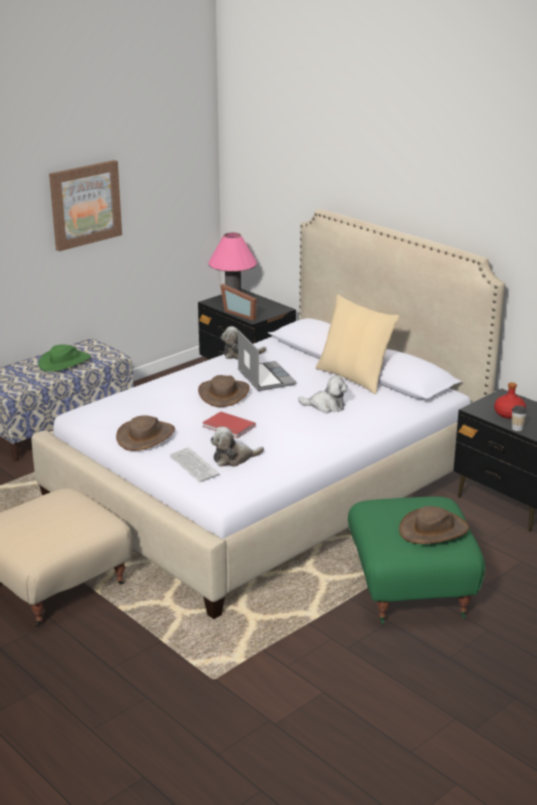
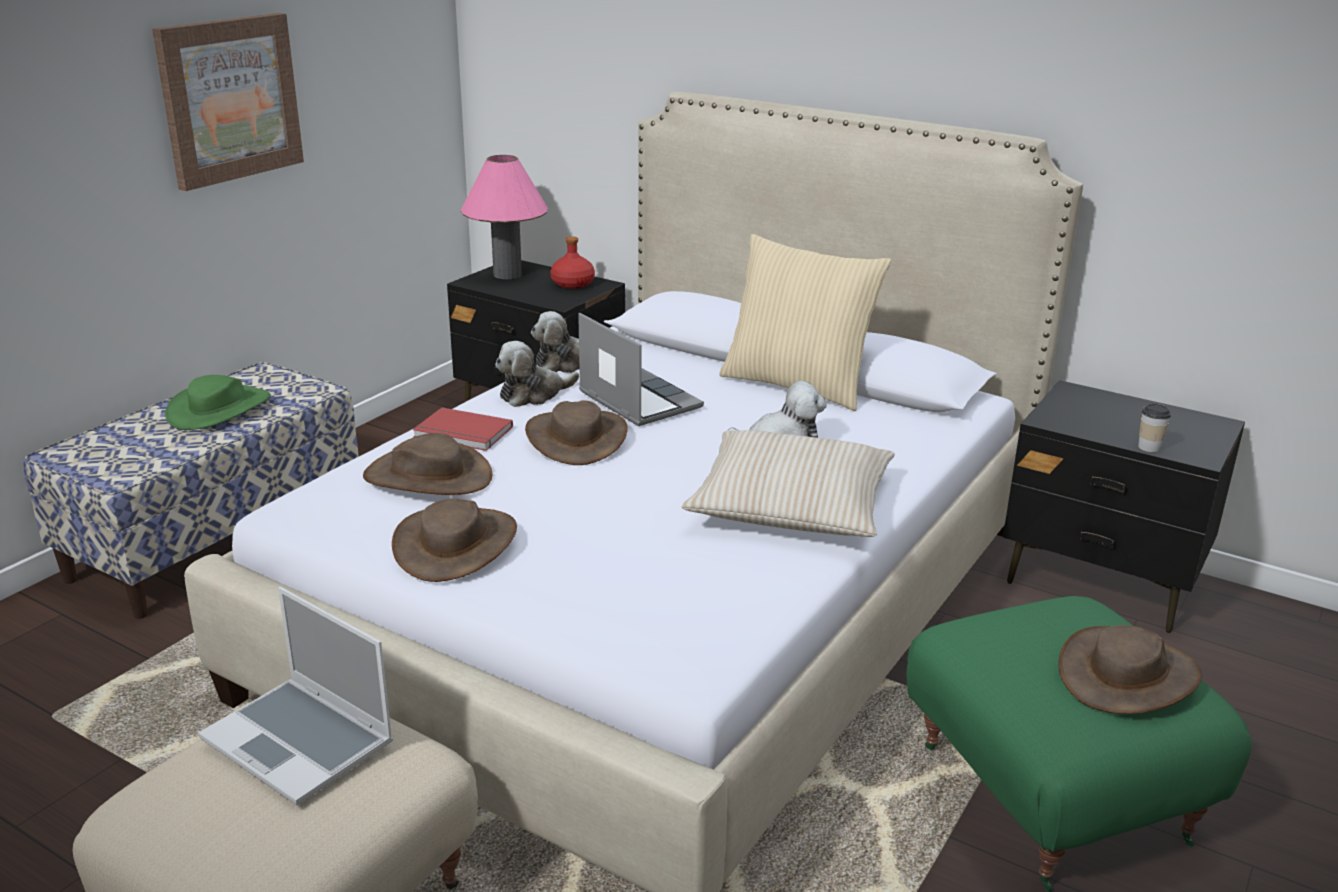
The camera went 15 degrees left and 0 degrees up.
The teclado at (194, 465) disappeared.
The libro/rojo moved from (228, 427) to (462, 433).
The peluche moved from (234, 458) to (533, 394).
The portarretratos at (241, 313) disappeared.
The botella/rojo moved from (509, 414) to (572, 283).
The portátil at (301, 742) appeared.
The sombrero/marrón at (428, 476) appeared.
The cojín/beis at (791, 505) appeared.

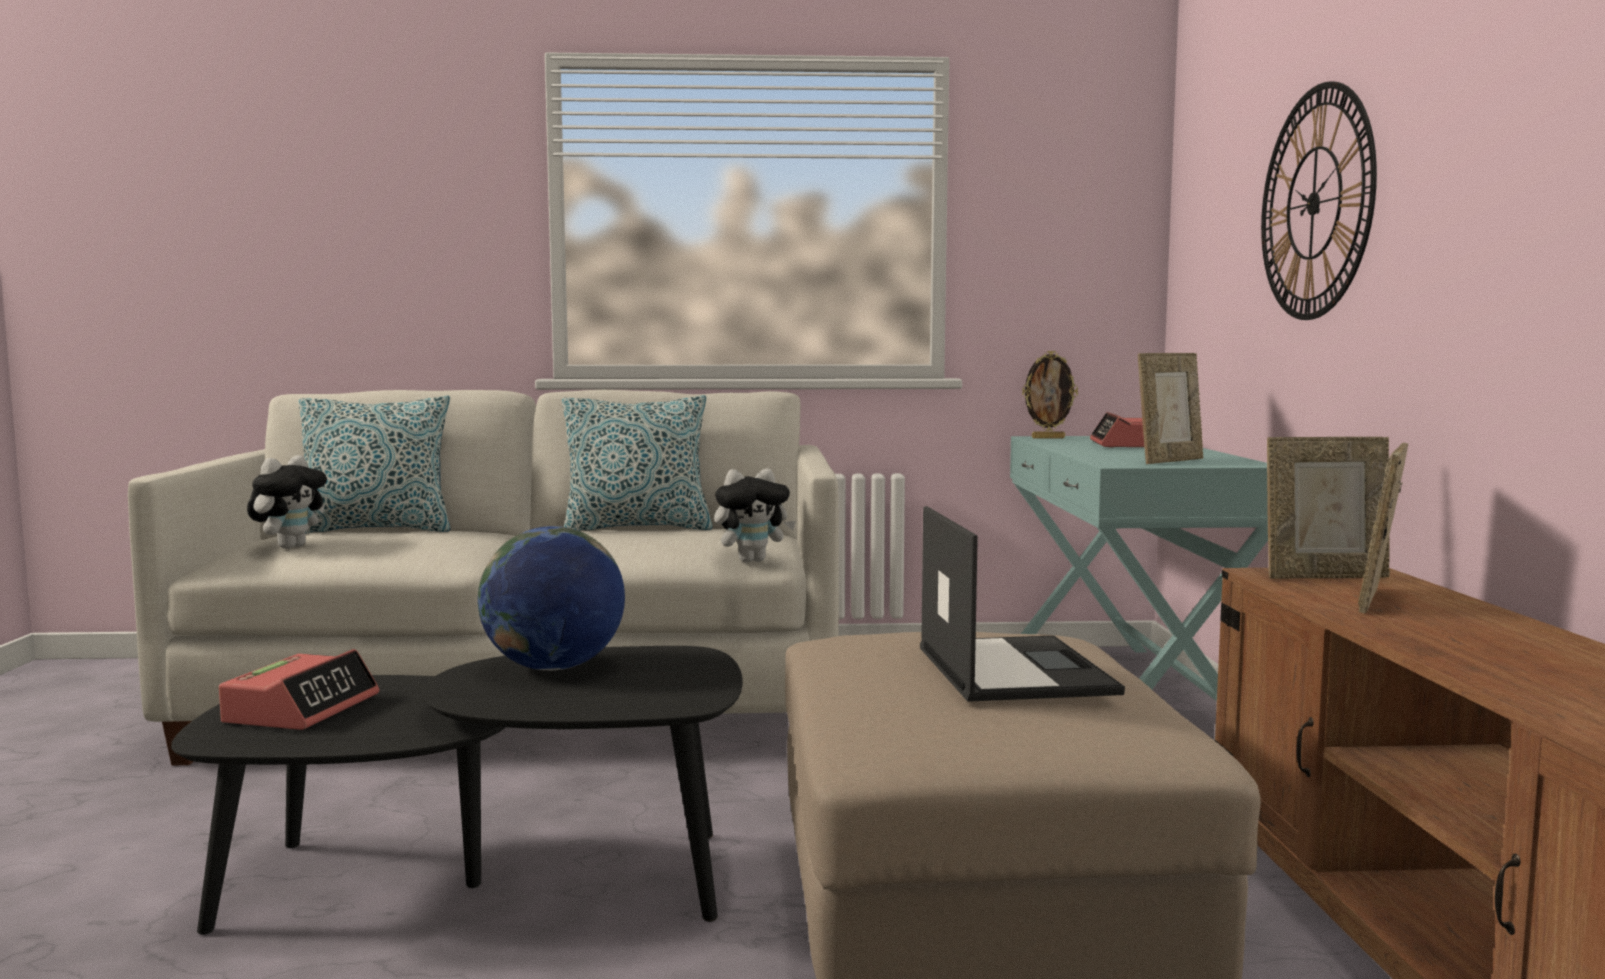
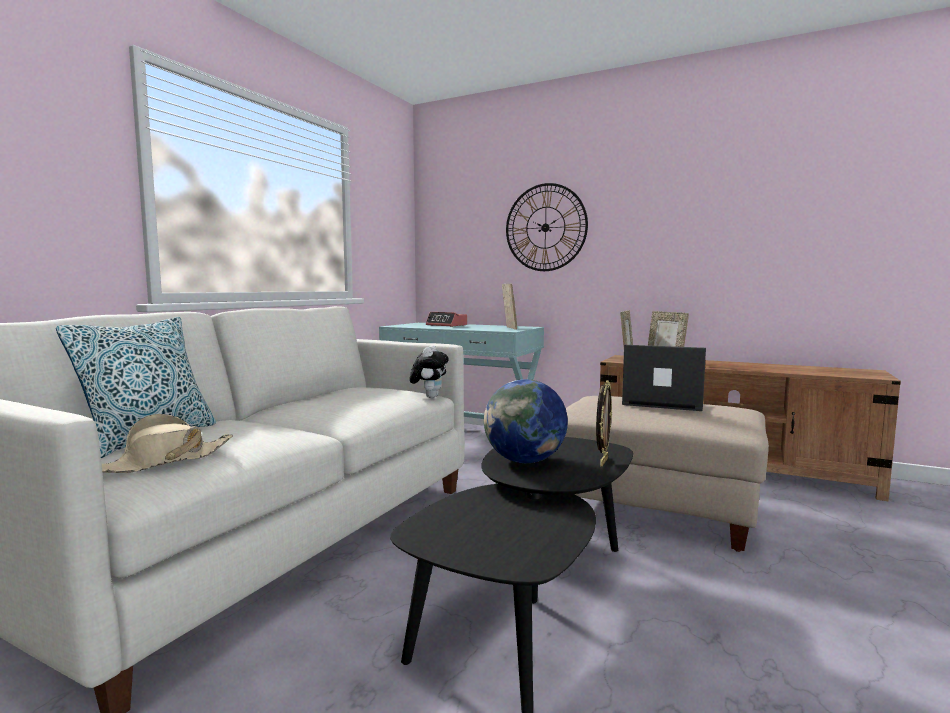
The camera went 60 degrees left and 0 degrees up.
The despertador at (302, 709) disappeared.
The peluche at (290, 547) was replaced by the sombrero/beis at (164, 461).
The cojín at (637, 528) disappeared.
The portarretratos moved from (1048, 438) to (602, 461).

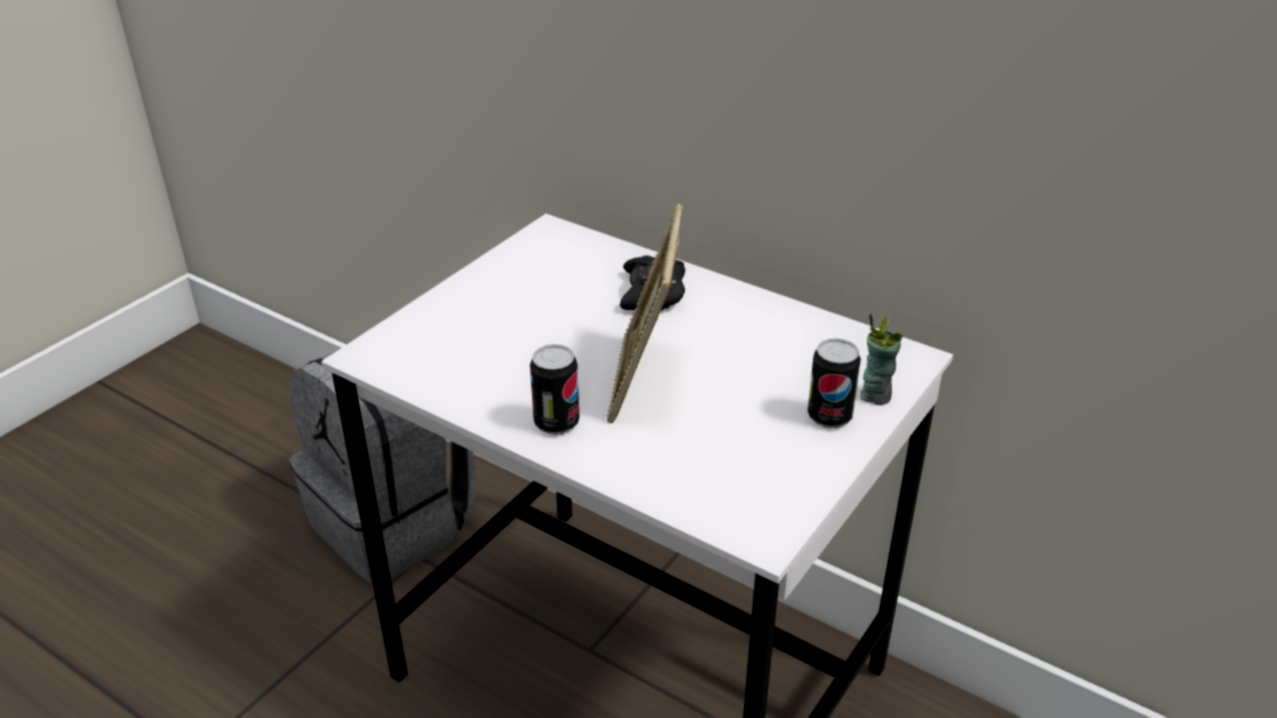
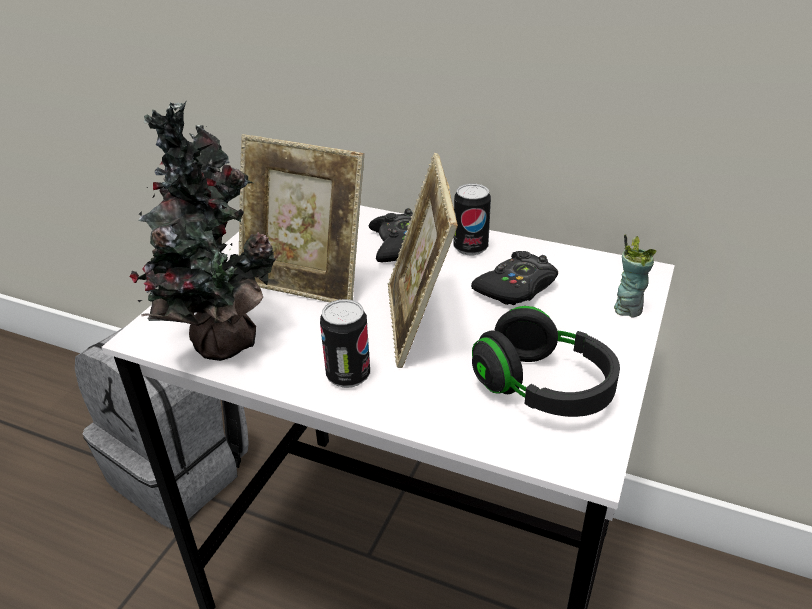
The camera went 10 degrees left and 0 degrees up.
The lata moved from (829, 416) to (470, 247).
The planta en maceta at (219, 341) appeared.
The portarretratos at (305, 282) appeared.
The mando de consola/negro at (516, 287) appeared.
The auriculares/negro at (543, 388) appeared.

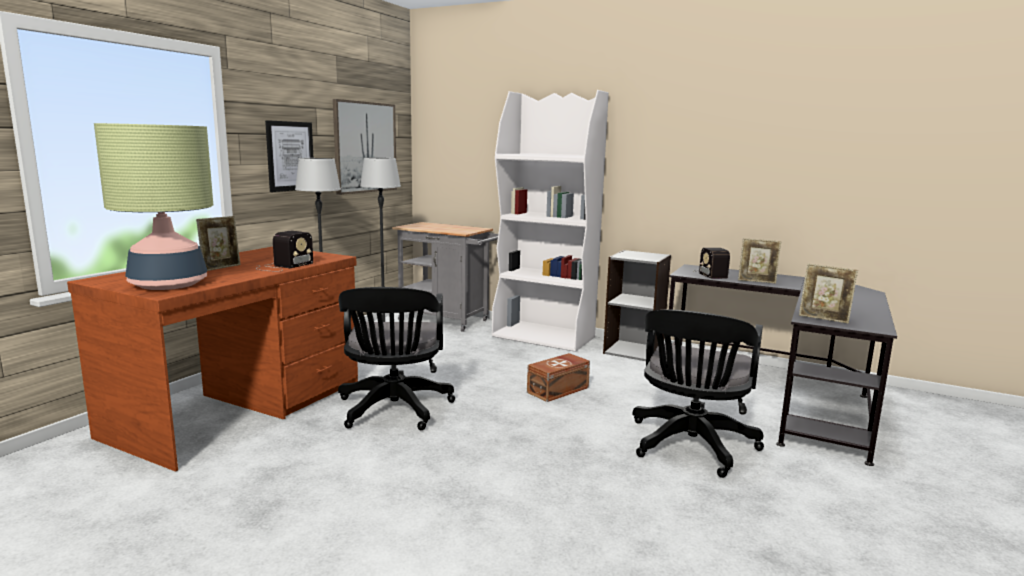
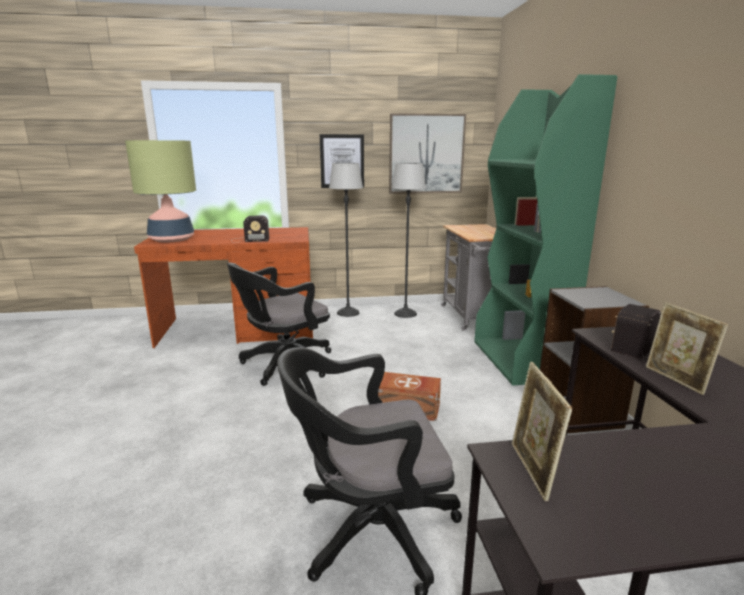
The camera went 55 degrees right and 5 degrees up.
The portarretratos at (221, 268) disappeared.
The estantería/blanco at (544, 337) became the estantería/verde at (519, 360).

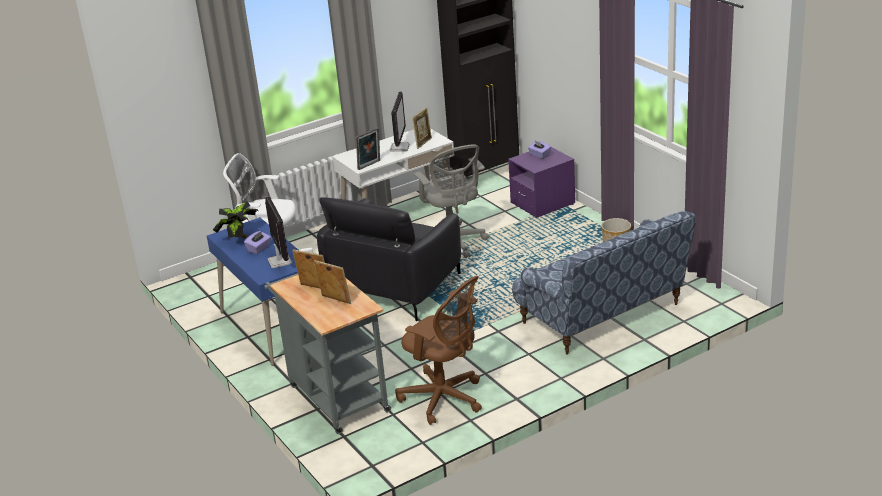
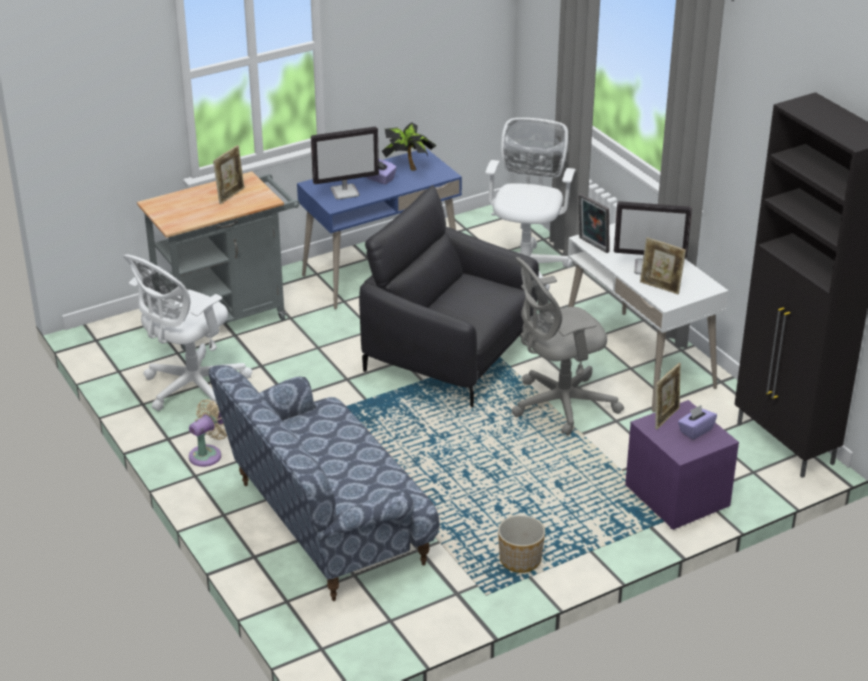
The camera went 90 degrees right and 5 degrees up.
The portarretratos moved from (335, 300) to (666, 417).
The silla de oficina/marrón at (445, 399) became the silla de oficina/blanco at (190, 388).
The ventilador/beis at (208, 454) appeared.

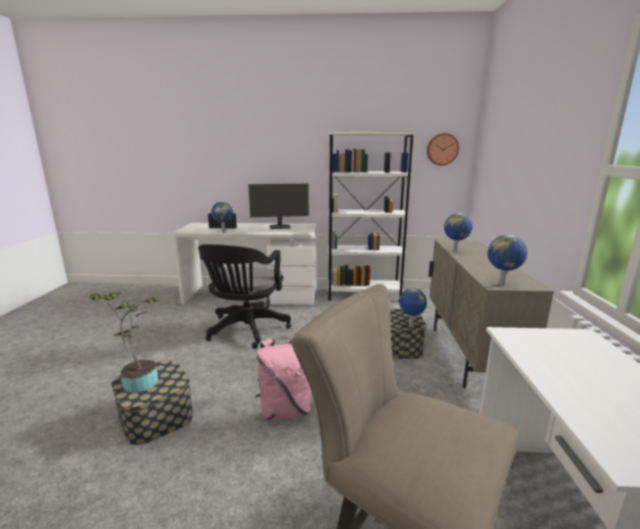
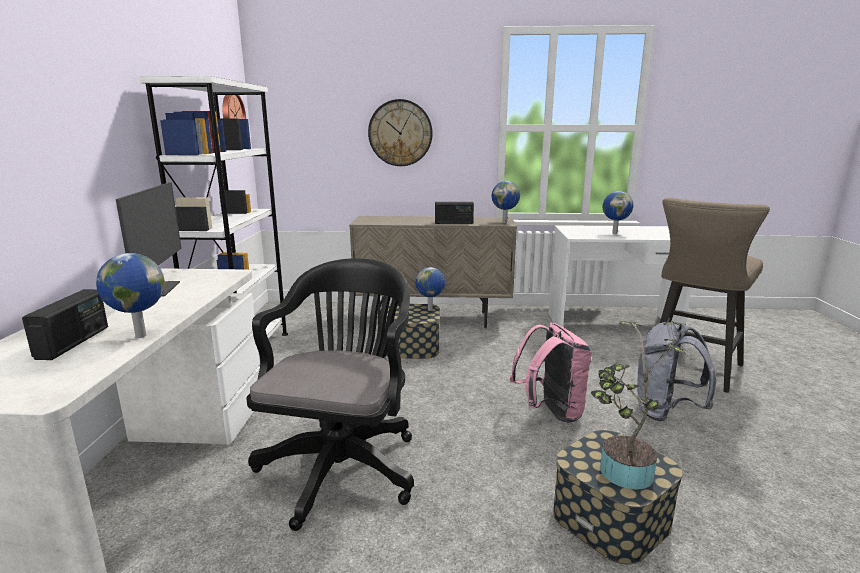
The camera went 90 degrees left and 0 degrees up.
The silla de oficina/negro at (246, 330) turned 90 degrees counterclockwise.
The globo terráqueo moved from (455, 252) to (614, 233).
The reloj de pared at (400, 133) appeared.
The radio at (454, 223) appeared.
The mochila/gris at (665, 412) appeared.

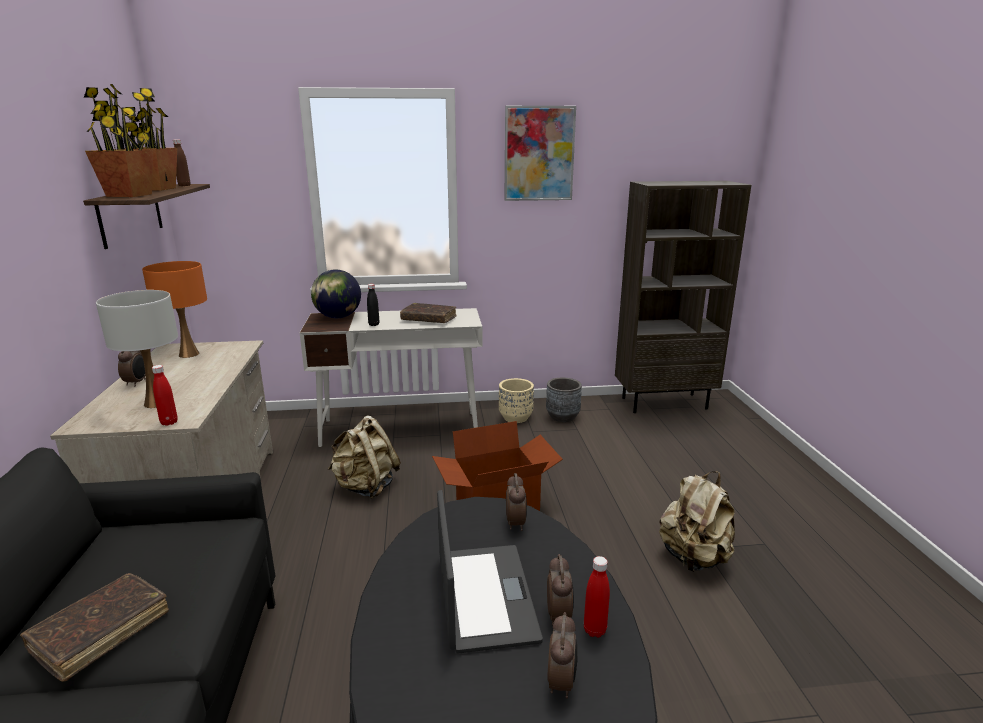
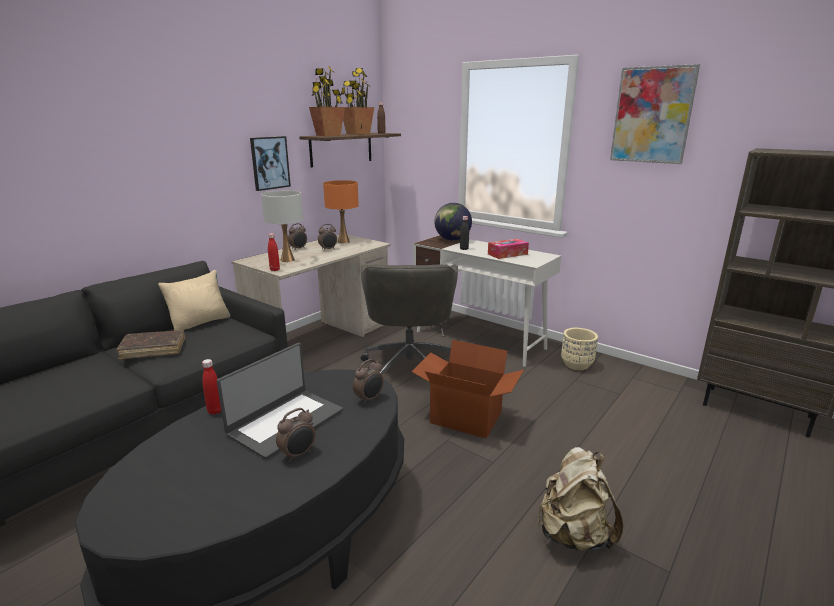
The camera went 45 degrees right and 0 degrees up.
The mochila/beis at (366, 487) was replaced by the silla de oficina/gris at (409, 364).
The libro/marrón at (429, 319) was replaced by the caja de pañuelos at (507, 254).
The maceta/gris at (562, 417) disappeared.
The despertador moved from (561, 682) to (328, 249).
The botella/rojo moved from (594, 630) to (215, 411).
The cojín/beis at (200, 322) appeared.
The cuadro at (269, 163) appeared.

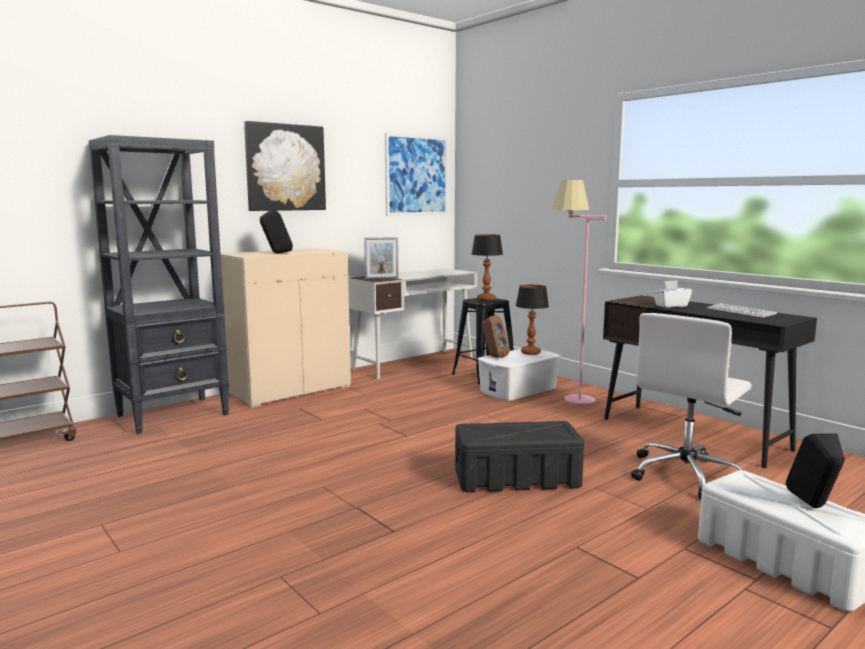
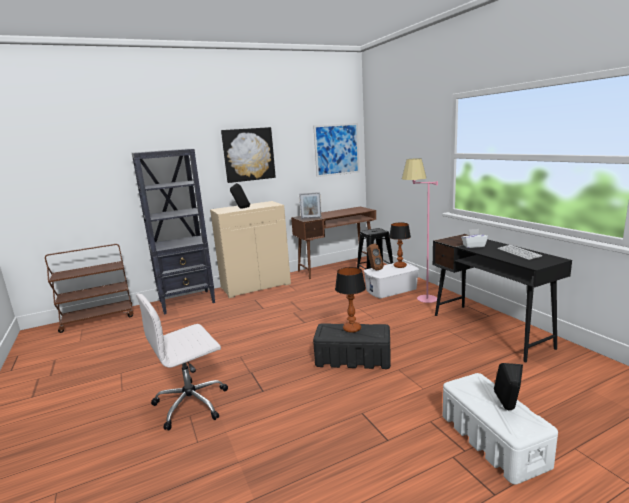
The camera went 15 degrees right and 5 degrees up.
The escritorio/blanco at (414, 364) became the escritorio/marrón at (337, 267).
The lámpara de mesa moved from (486, 300) to (352, 329).
The silla de oficina/blanco moved from (686, 475) to (192, 403).

